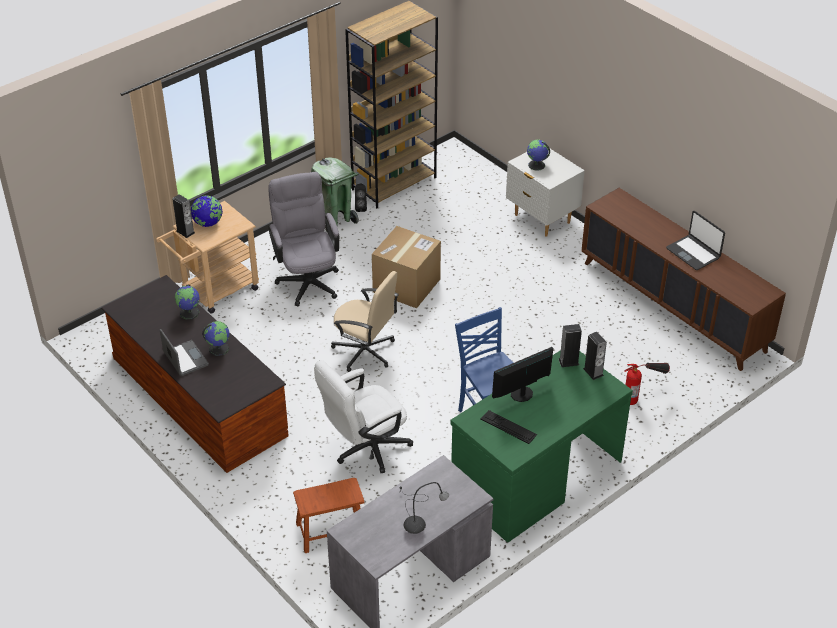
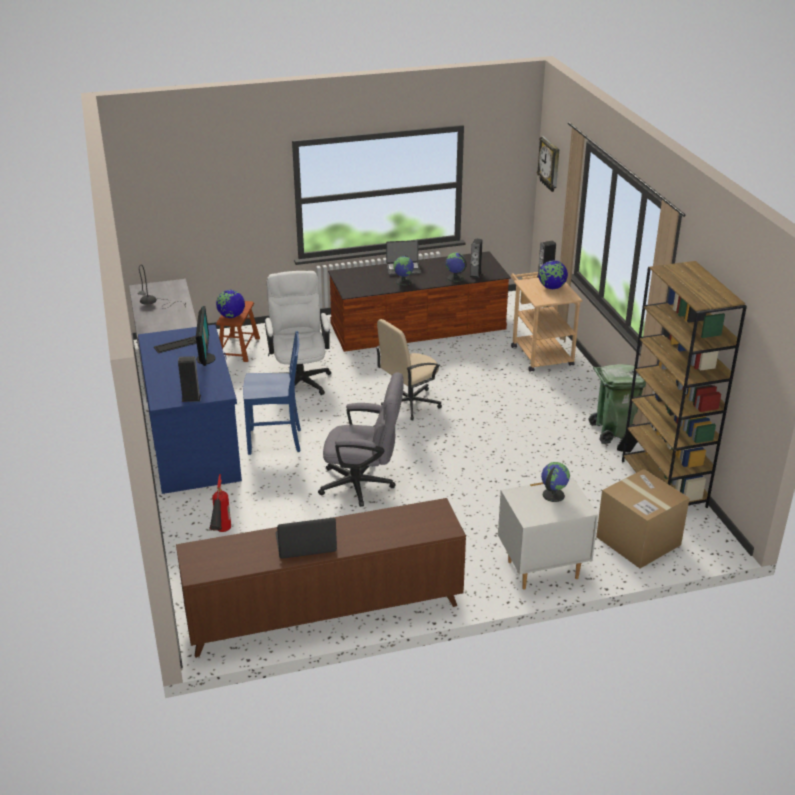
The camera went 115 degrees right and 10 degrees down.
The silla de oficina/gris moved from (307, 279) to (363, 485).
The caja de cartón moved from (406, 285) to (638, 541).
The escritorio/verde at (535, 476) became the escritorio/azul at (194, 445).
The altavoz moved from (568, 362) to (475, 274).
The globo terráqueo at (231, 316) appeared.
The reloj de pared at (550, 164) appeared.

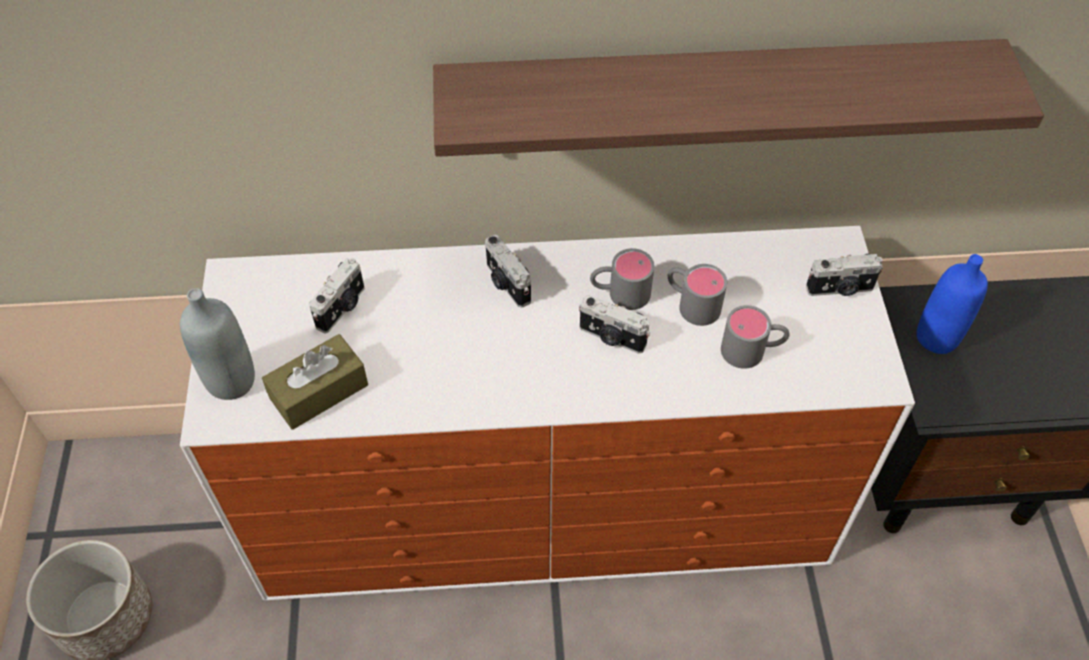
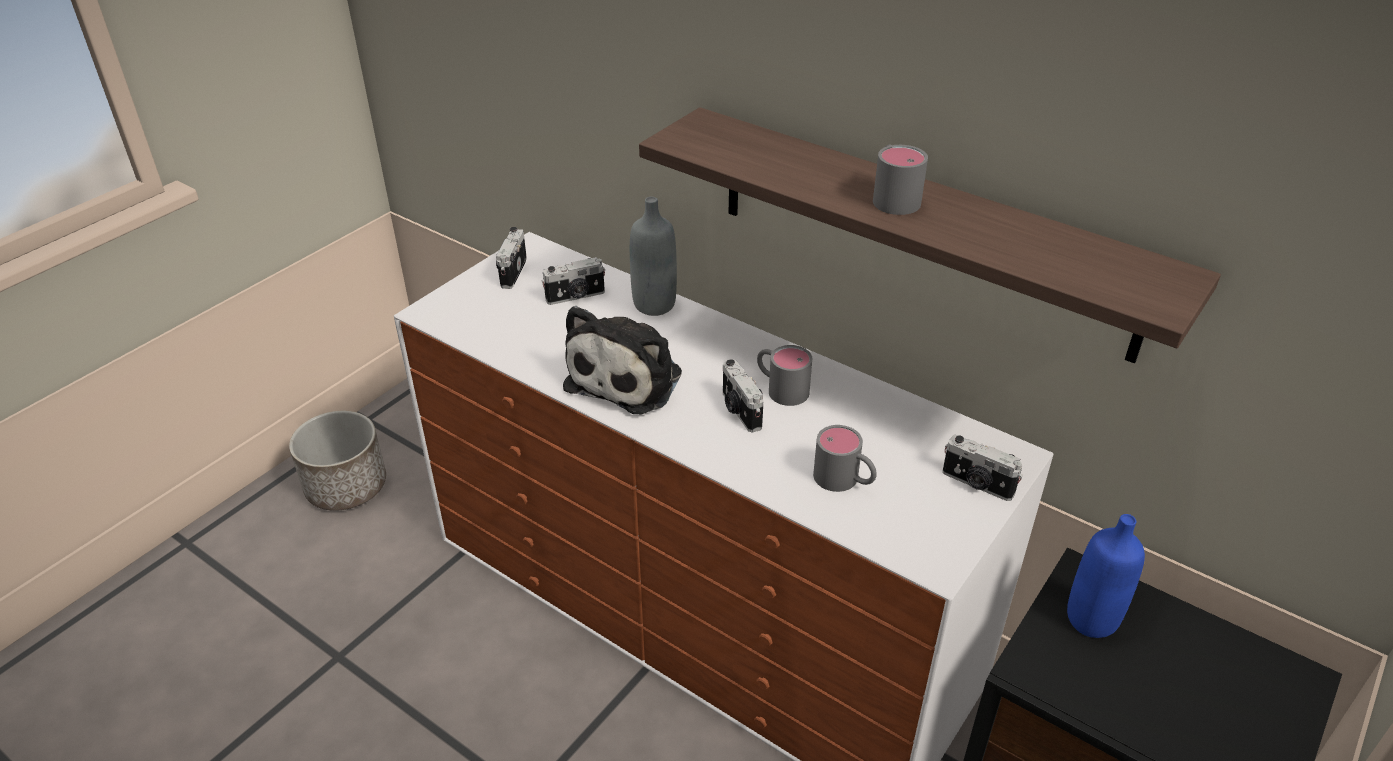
The camera went 40 degrees right and 15 degrees down.
The botella/gris moved from (231, 381) to (654, 304).
The caja de pañuelos/marrón at (319, 391) disappeared.
The cámara moved from (506, 284) to (511, 272).
The taza grande/gris moved from (691, 303) to (892, 196).
The peluche at (628, 377) appeared.

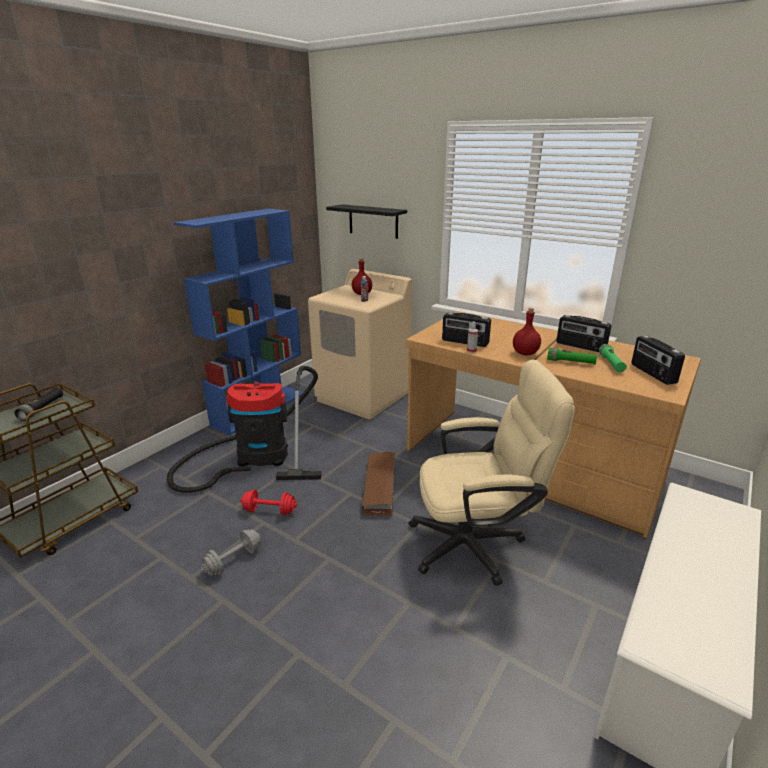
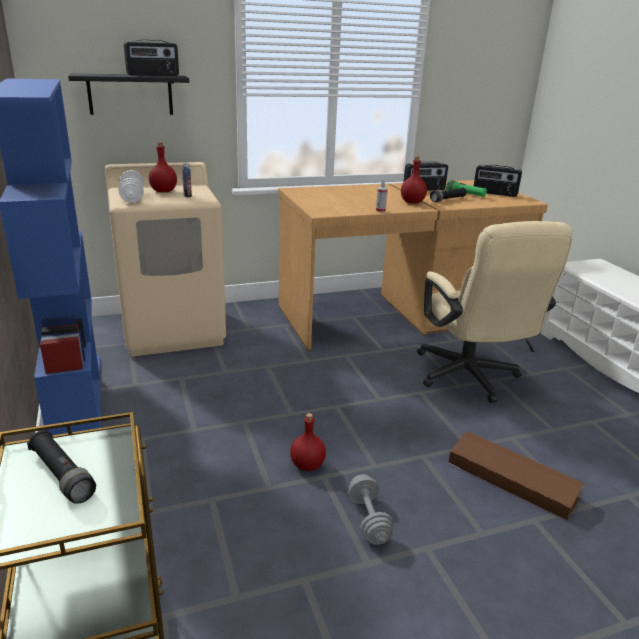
The camera went 55 degrees left and 0 degrees up.
The aspiradora at (256, 457) disappeared.
The mancuerna/rojo at (269, 510) was replaced by the botella/rojo at (307, 465).
The caja de almacenaje/marrón moved from (380, 487) to (511, 479).
The silla de oficina/beis at (477, 543) turned 135 degrees clockwise.
The radio moved from (465, 342) to (153, 75).
The linterna/verde at (570, 362) became the linterna/negro at (447, 199).
The mancuerna/blanco at (132, 197) appeared.

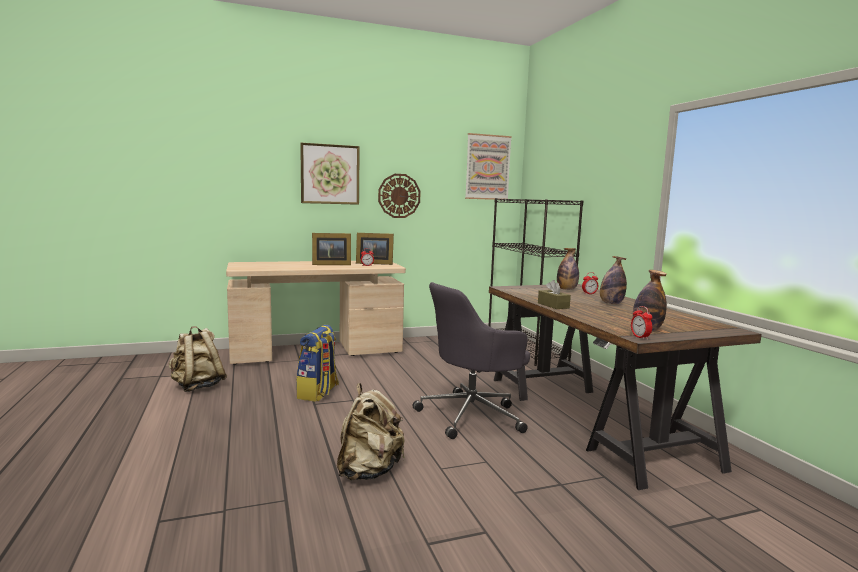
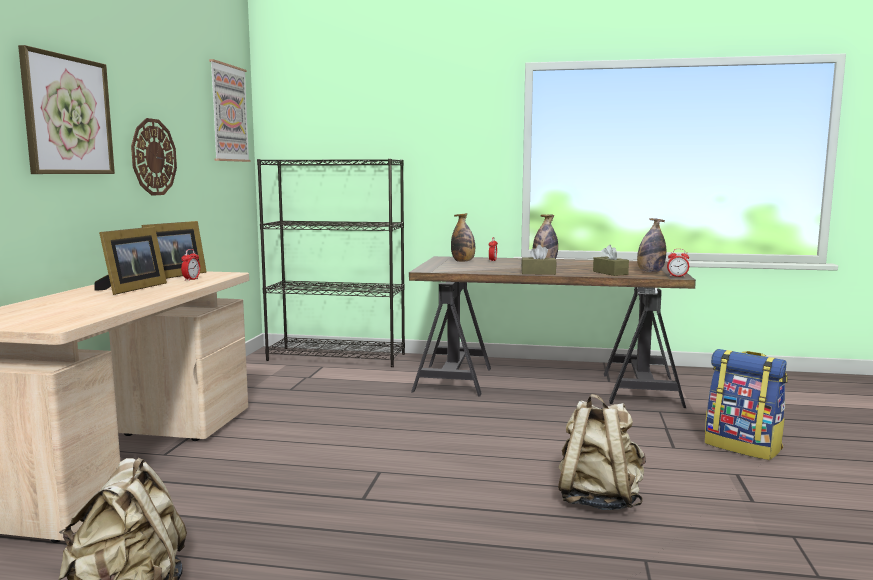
The camera went 60 degrees left and 0 degrees up.
The mochila moved from (318, 393) to (743, 447).
The silla de oficina/gris at (472, 415) disappeared.
The caja de pañuelos/marrón at (610, 273) appeared.

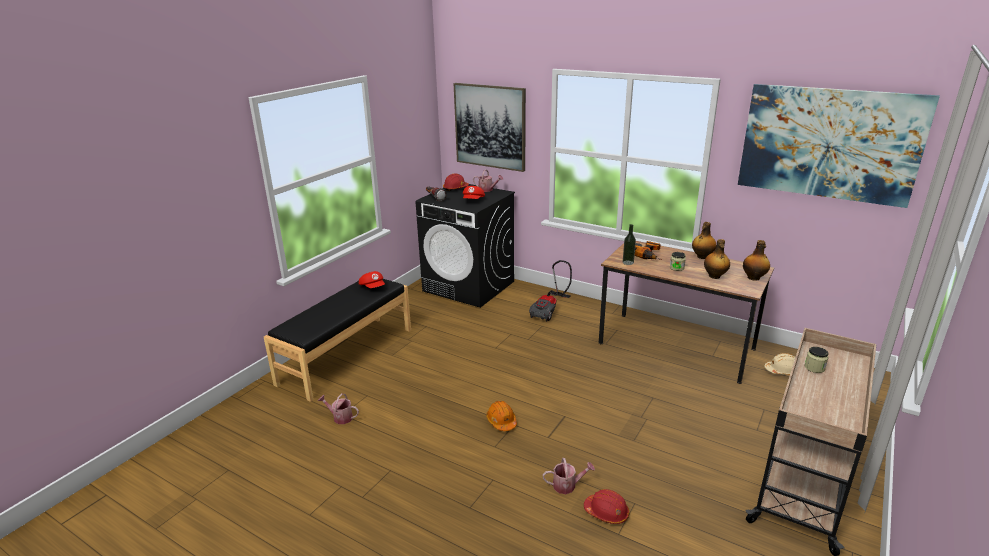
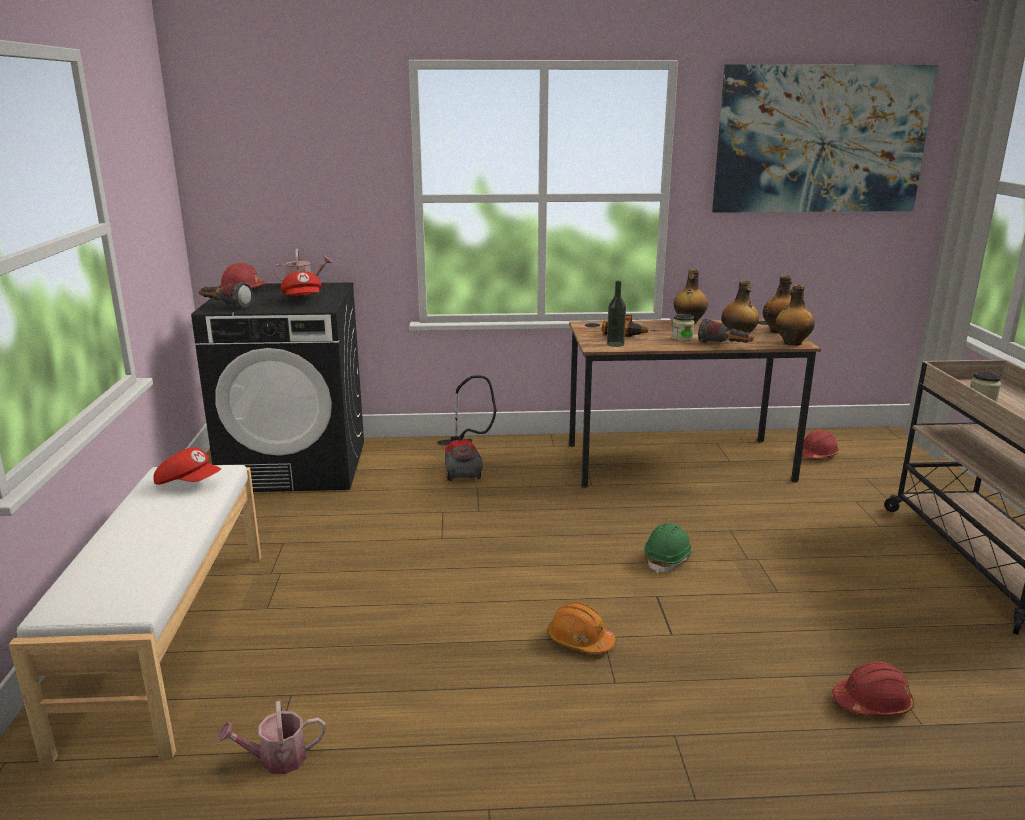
The camera went 35 degrees left and 5 degrees down.
The banco/negro at (346, 355) became the banco/blanco at (168, 641).
The cuadro at (490, 126) disappeared.
The regadera at (567, 485) disappeared.
The casco/beis at (782, 371) became the casco/rojo at (817, 455).
The casco/verde at (668, 559) appeared.
The linterna at (725, 346) appeared.
The botella at (792, 343) appeared.

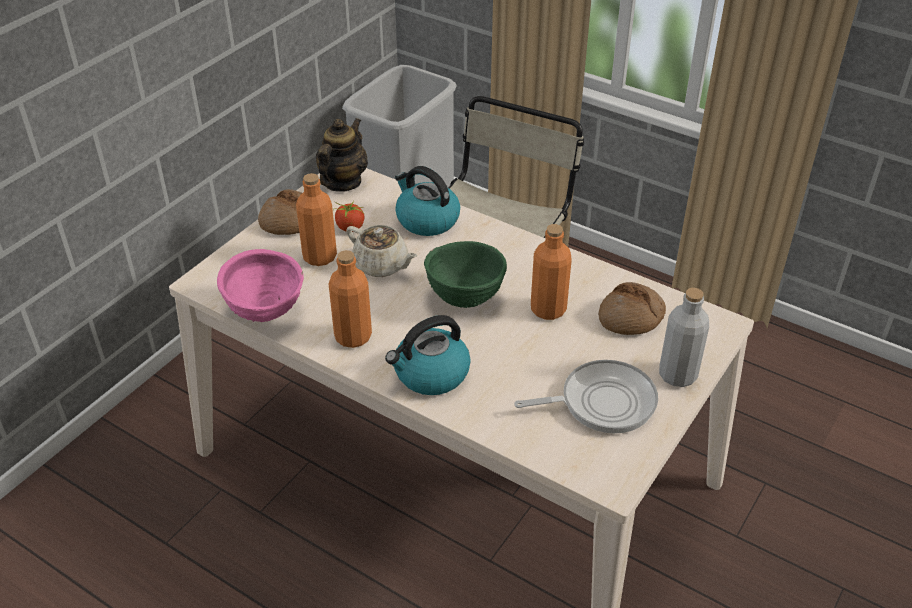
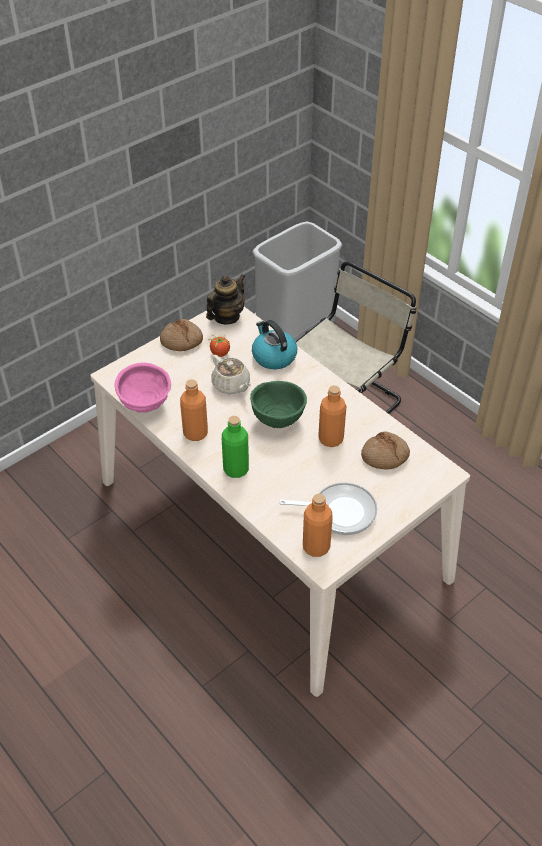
The camera went 15 degrees right and 5 degrees up.
The botella/naranja moved from (319, 257) to (316, 547).
The hervidor at (430, 374) was replaced by the botella/verde at (236, 469).
The botella/gris at (677, 375) disappeared.

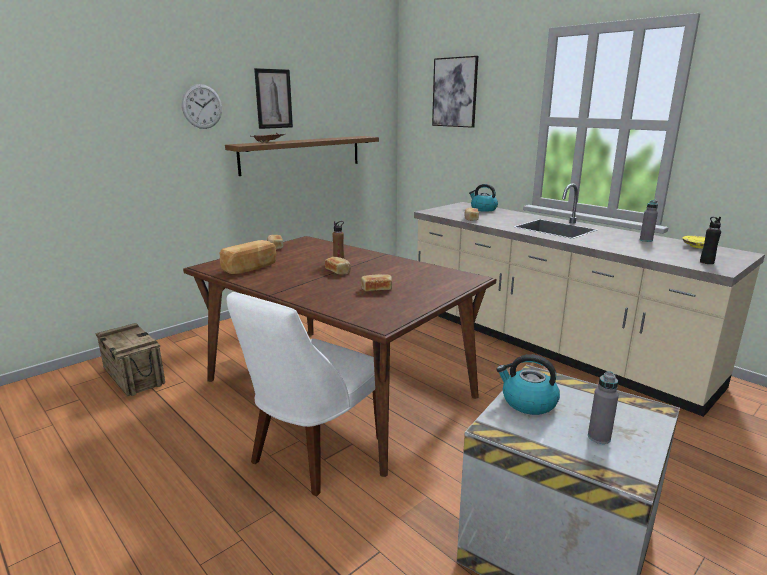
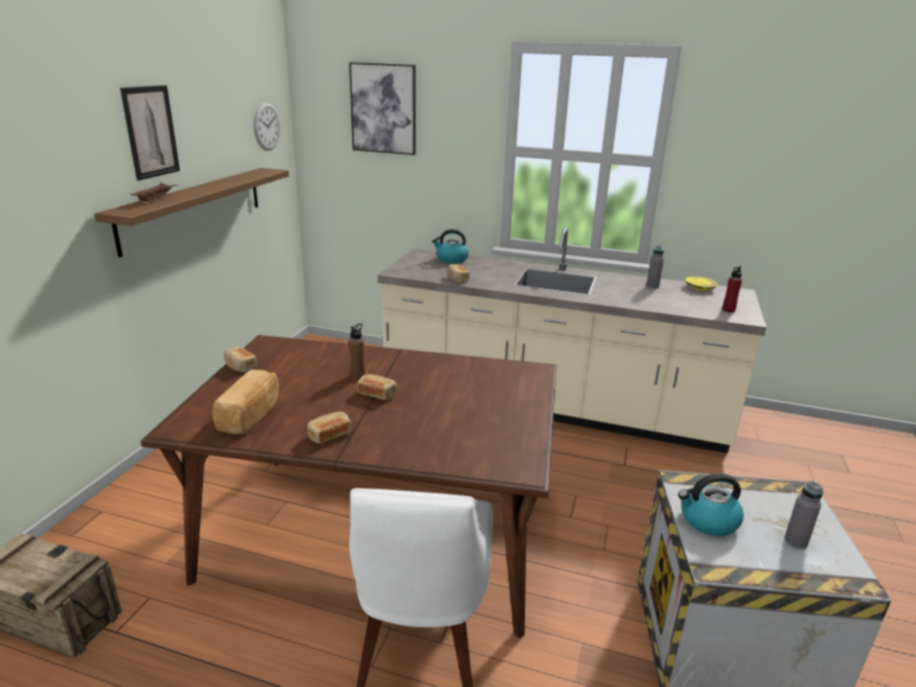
The camera went 30 degrees left and 5 degrees up.
The reloj de pared moved from (202, 106) to (267, 126).
The pan moved from (376, 289) to (329, 435).
The botella/negro at (706, 262) became the botella/rojo at (728, 310).

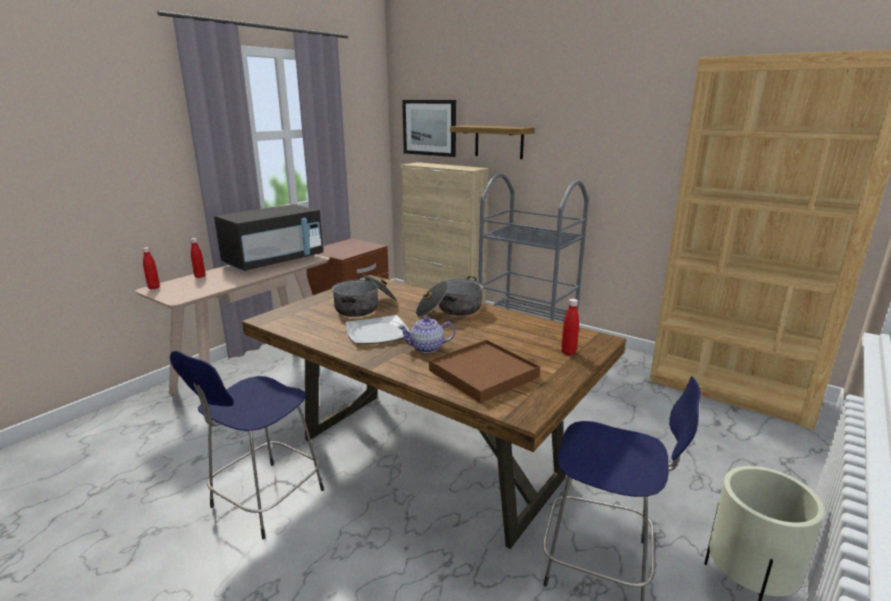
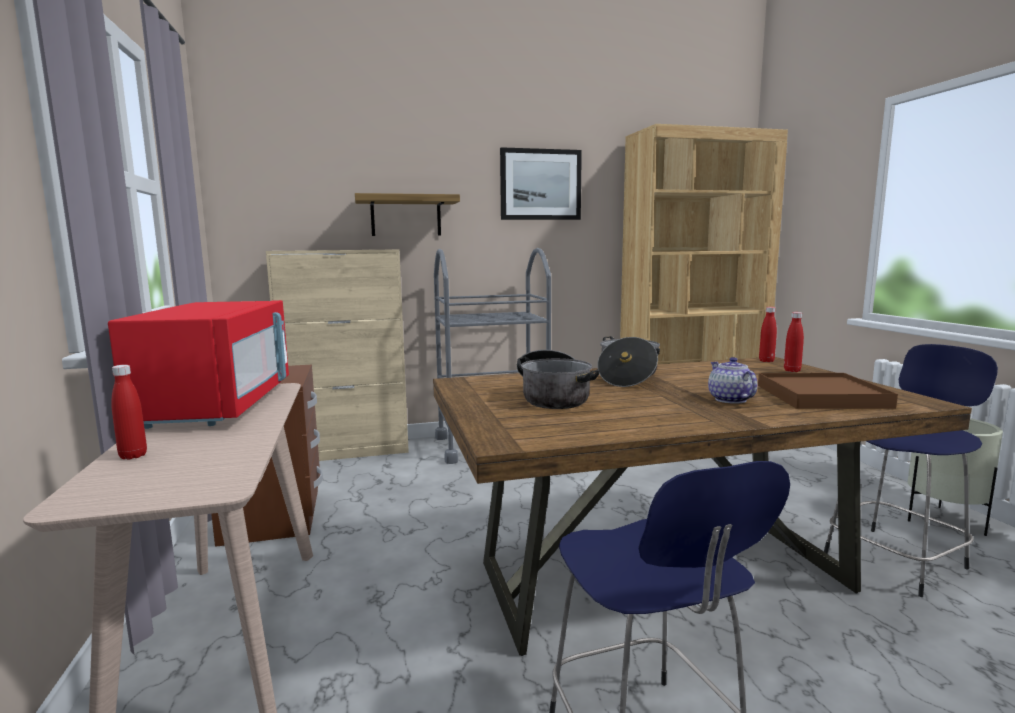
The camera went 50 degrees left and 10 degrees down.
The botella/rojo moved from (154, 288) to (766, 361).
The microondas/negro at (274, 261) became the microondas/rojo at (220, 405).
The plato at (376, 333) disappeared.
The tetera at (426, 348) turned 135 degrees clockwise.
The cuadro moved from (429, 127) to (540, 185).

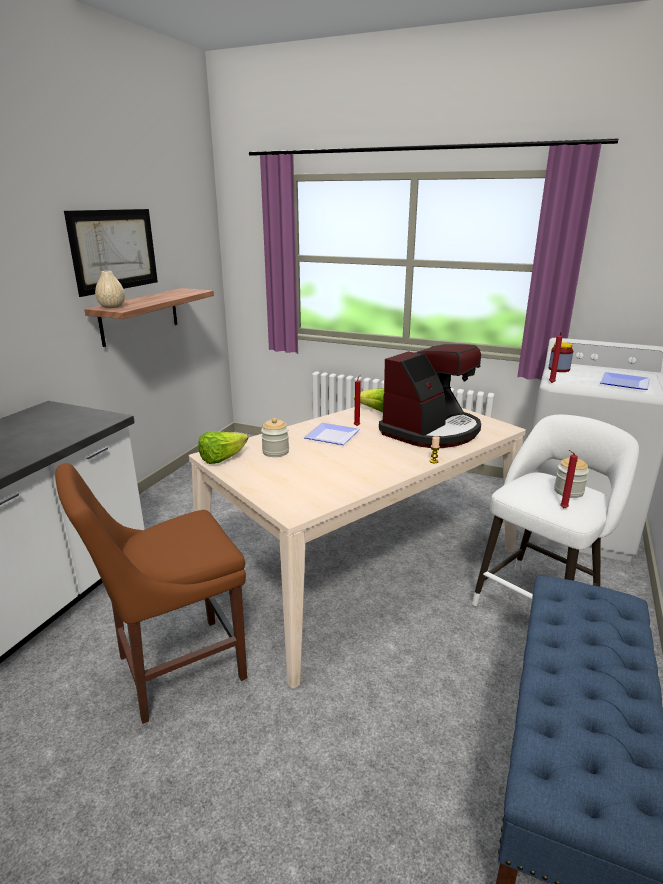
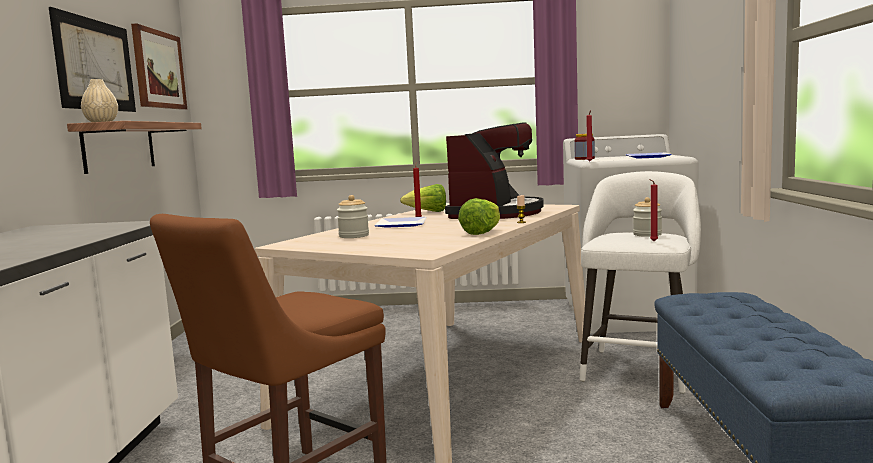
The camera went 20 degrees left and 15 degrees down.
The lechuga moved from (222, 459) to (482, 232).
The cuadro at (158, 70) appeared.

